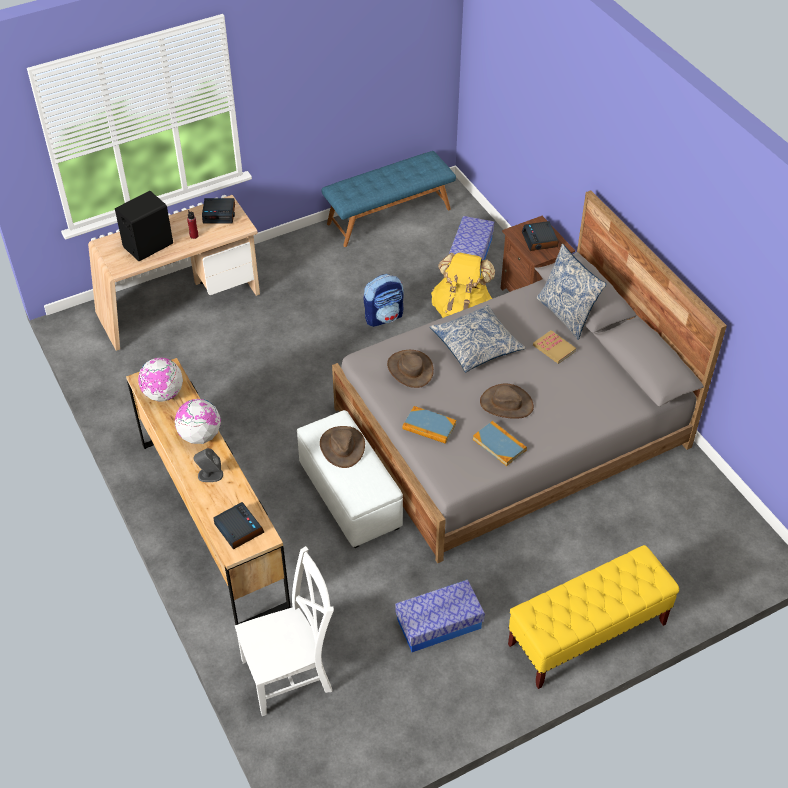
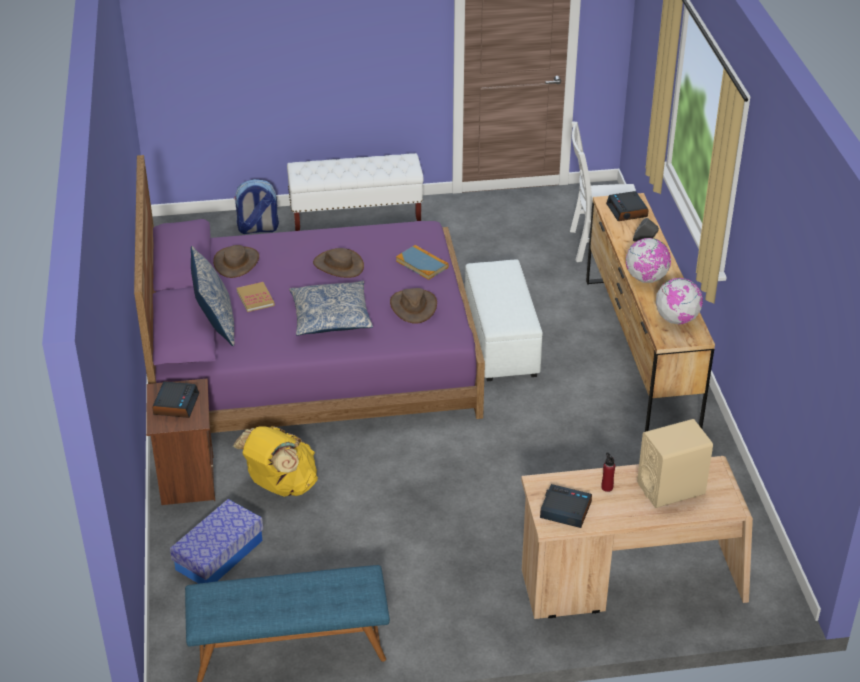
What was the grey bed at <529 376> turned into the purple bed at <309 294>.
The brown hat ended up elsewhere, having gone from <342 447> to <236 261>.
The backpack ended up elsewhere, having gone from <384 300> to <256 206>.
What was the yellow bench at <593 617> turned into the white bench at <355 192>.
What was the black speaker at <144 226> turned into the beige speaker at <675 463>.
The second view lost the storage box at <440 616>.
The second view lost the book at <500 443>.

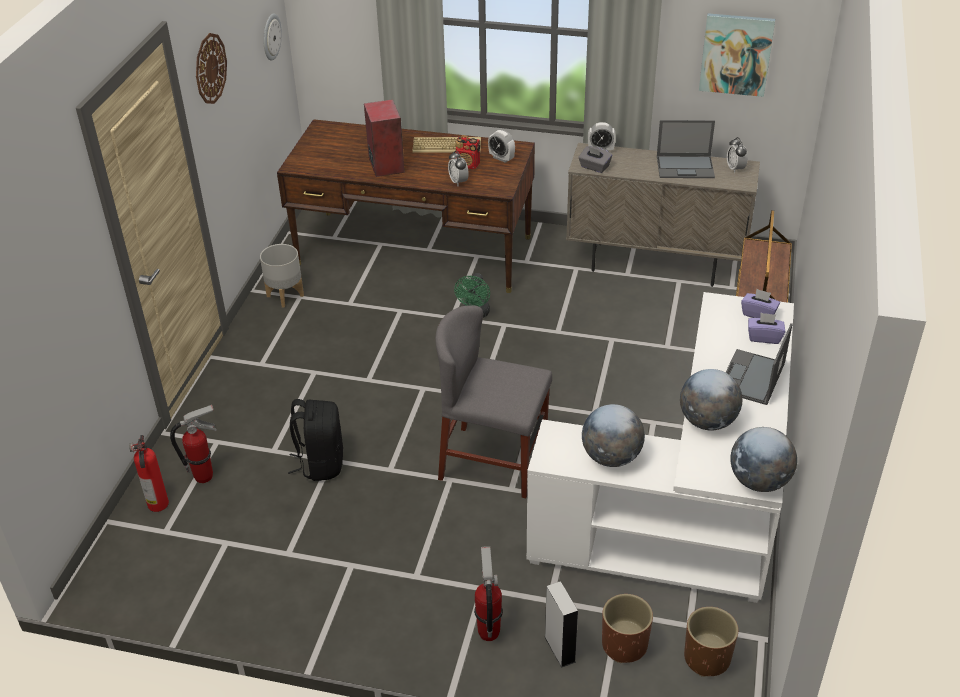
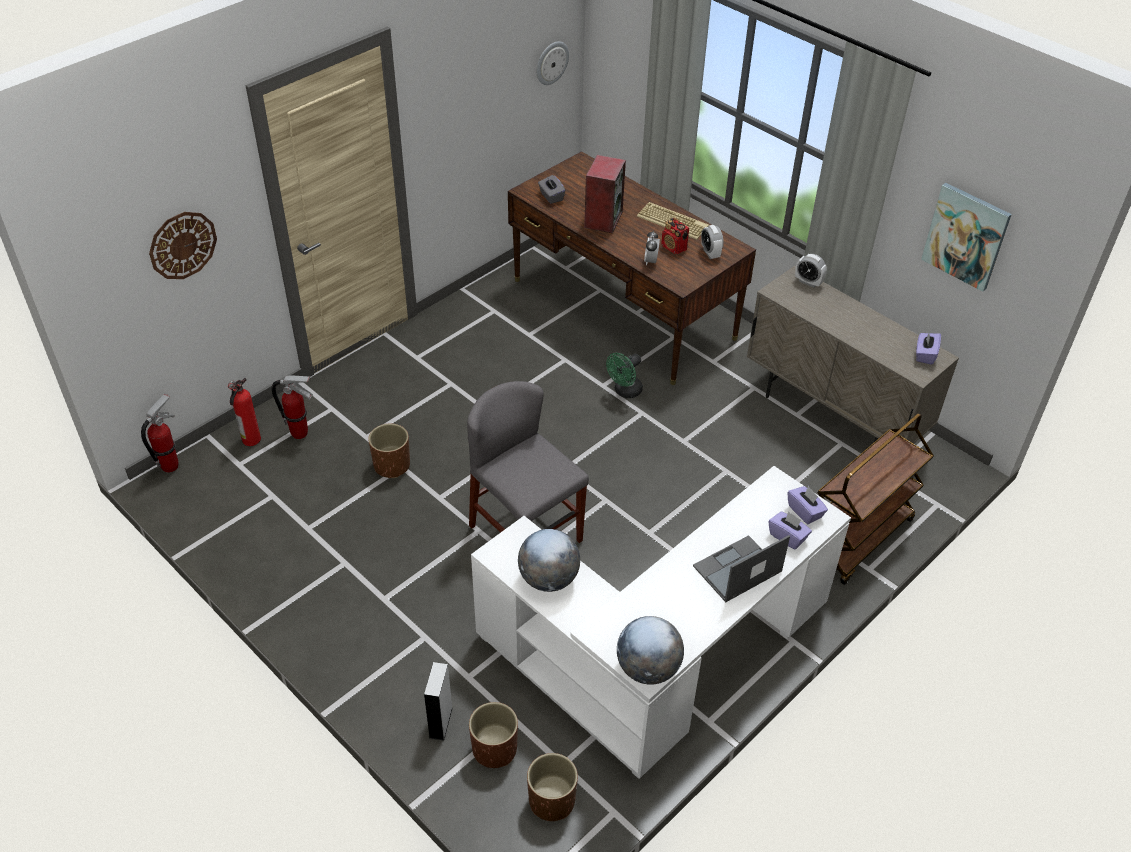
The fire extinguisher ended up elsewhere, having gone from <488 593> to <159 433>.
The wall clock ended up elsewhere, having gone from <211 68> to <183 245>.
Where the black backpack stood at <315 440>, the brown planter came to stand at <389 450>.
The grey tissue box ended up elsewhere, having gone from <595 159> to <551 189>.
Where the alarm clock stood at <737 155>, the purple tissue box came to stand at <928 348>.
The second view lost the grey planter at <282 276>.
The second view lost the laptop at <686 149>.
The second view lost the globe at <711 399>.

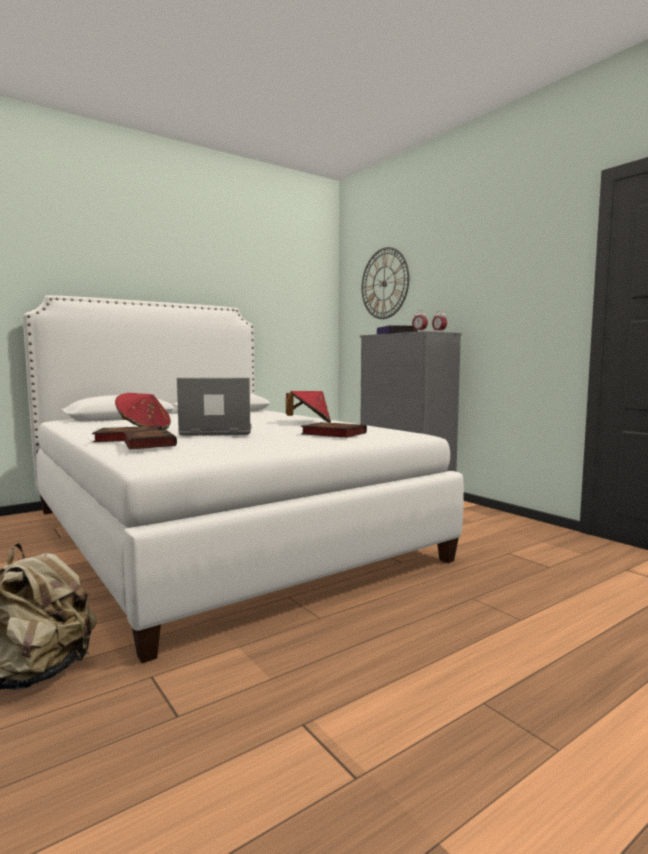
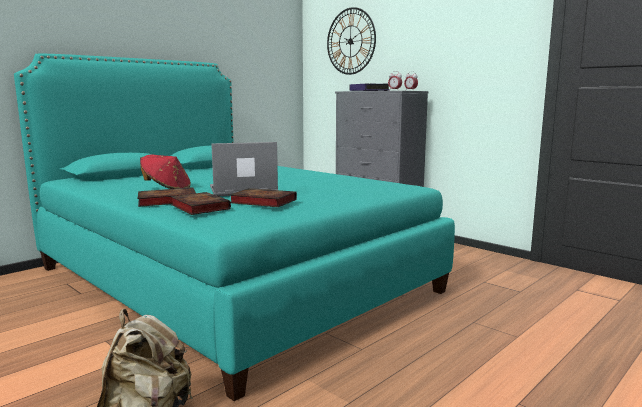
What was the white bed at <243 479> turned into the turquoise bed at <234 227>.
The book ended up elsewhere, having gone from <334 430> to <263 197>.
The second view lost the red hat at <308 407>.

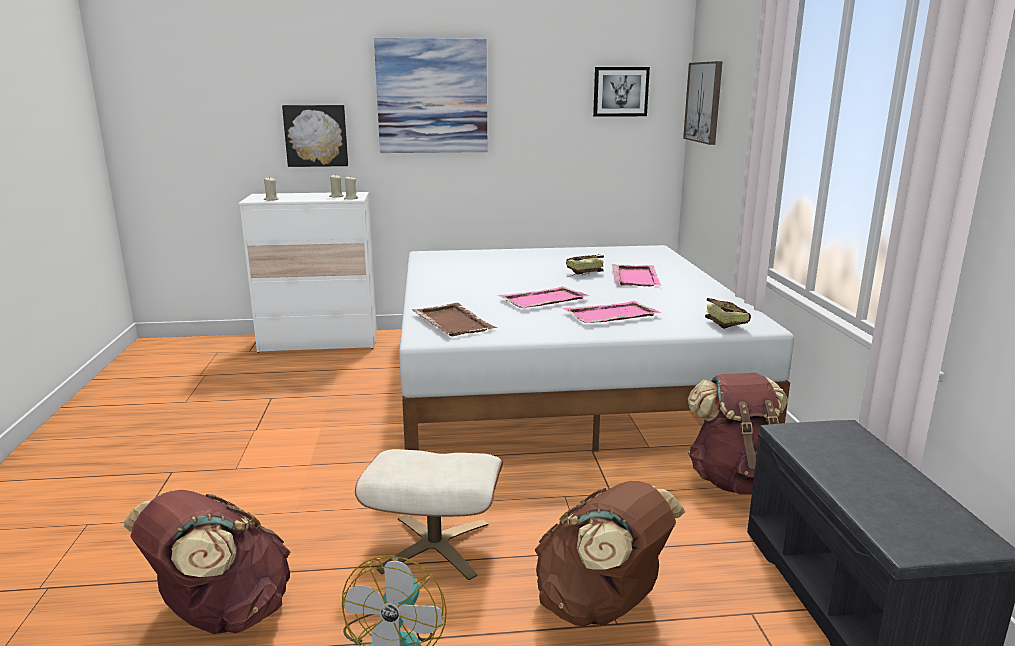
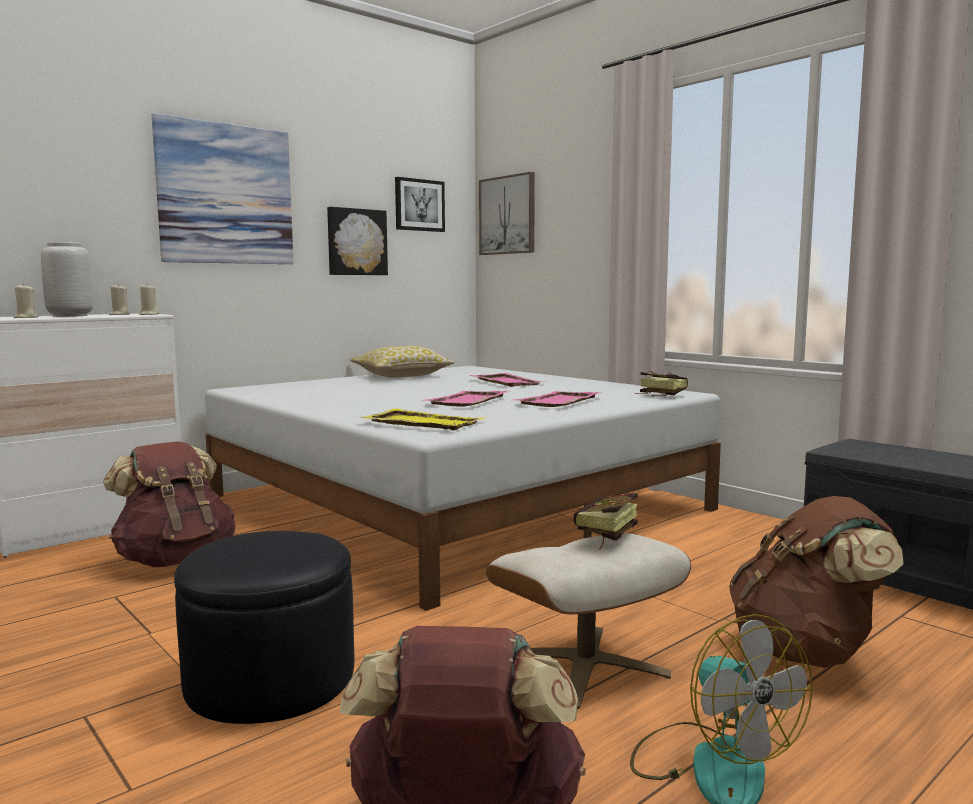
The second view gained the grey vase at <67 279>.
The brown backpack ended up elsewhere, having gone from <738 434> to <169 504>.
The second view gained the black ottoman at <264 627>.
The picture ended up elsewhere, having gone from <315 136> to <357 241>.
The second view gained the pillow at <402 362>.
What was the brown tray at <454 319> turned into the yellow tray at <422 419>.
The book ended up elsewhere, having gone from <585 265> to <605 521>.

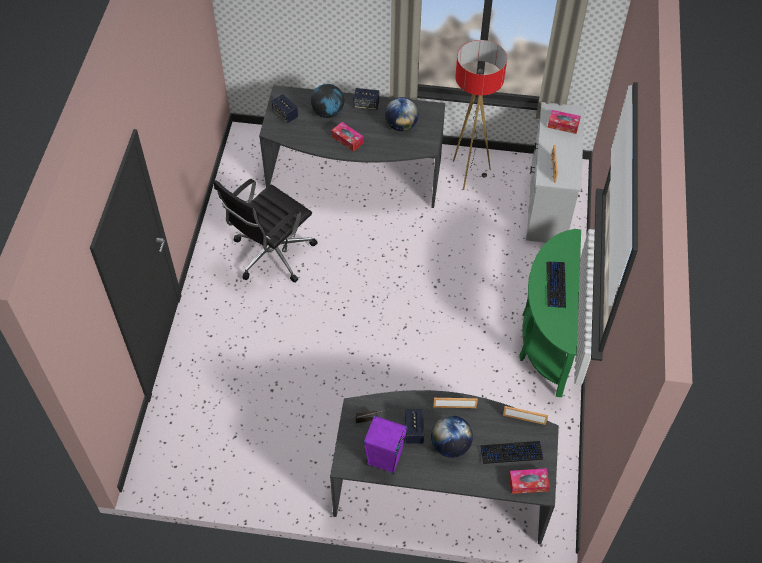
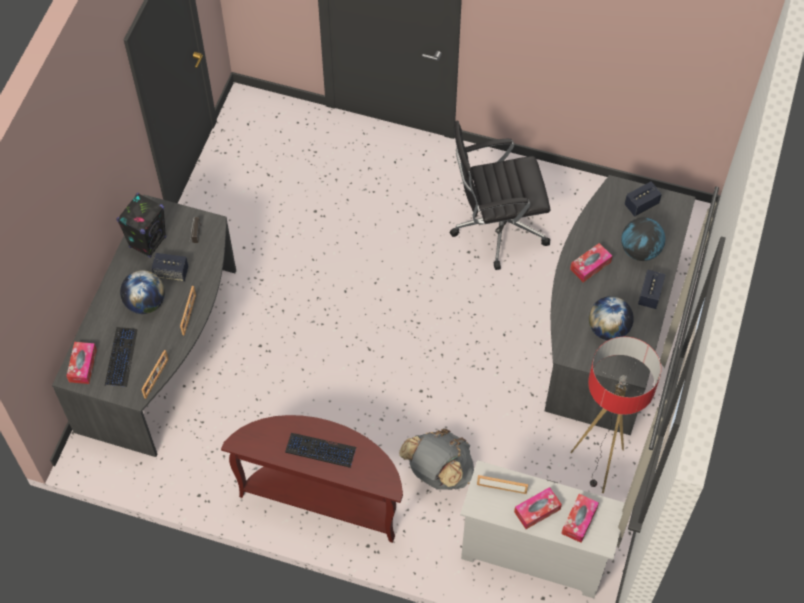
What was the purple speaker at <385 445> turned into the black speaker at <141 225>.
What was the green console table at <550 313> turned into the brown console table at <312 479>.
The second view gained the grey backpack at <436 459>.
The black office chair at <266 230> ended up facing another way, 60 degrees counterclockwise from before.
The second view gained the tissue box at <538 508>.

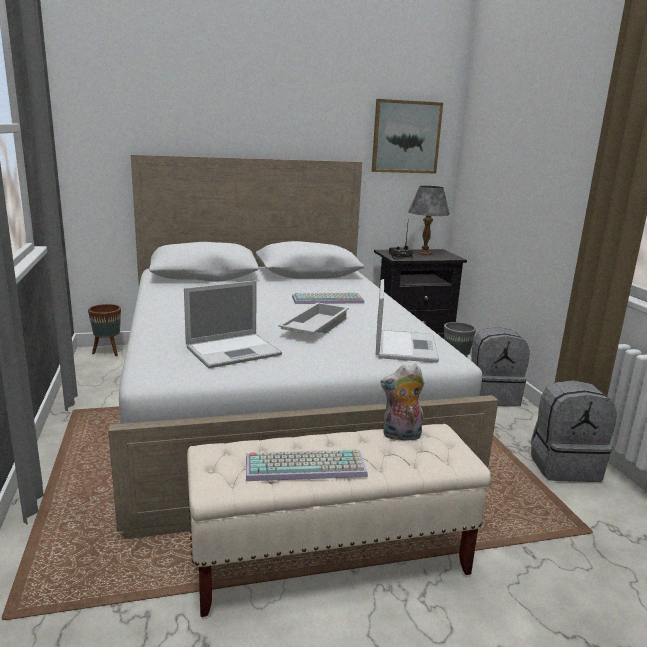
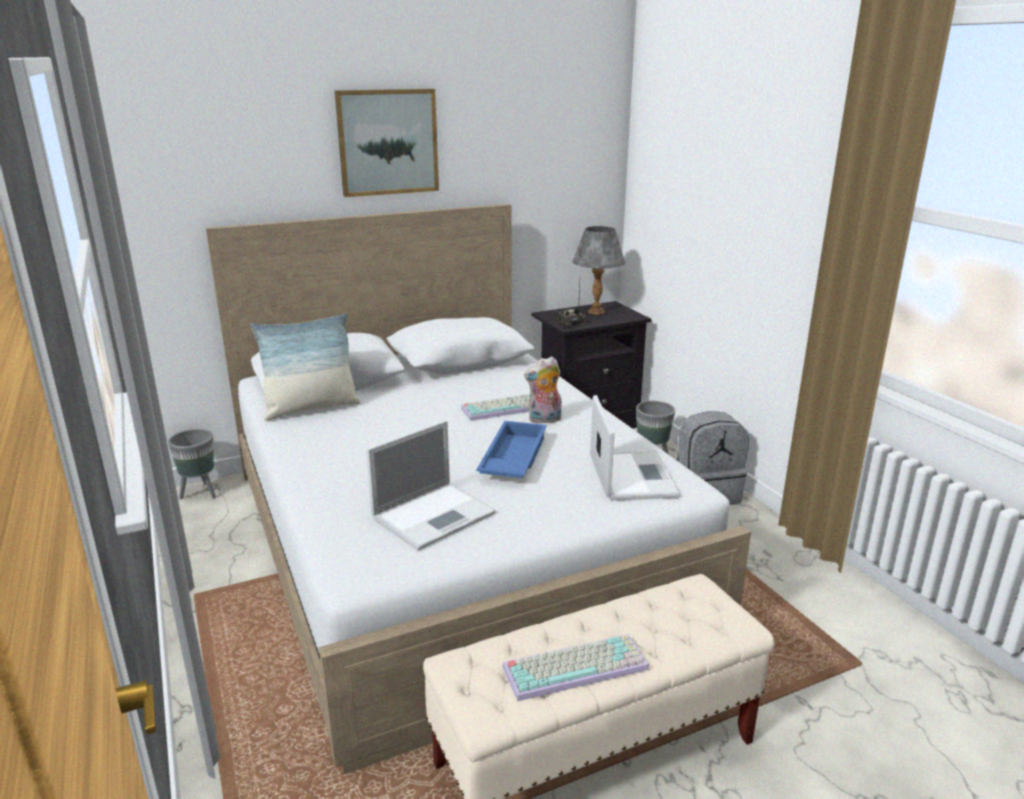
What was the brown planter at <104 330> turned into the grey planter at <192 464>.
The second view gained the pillow at <306 367>.
The picture ended up elsewhere, having gone from <407 136> to <387 143>.
What was the white tray at <313 318> turned into the blue tray at <511 449>.
The plush toy ended up elsewhere, having gone from <402 403> to <543 390>.
The second view lost the grey backpack at <574 431>.

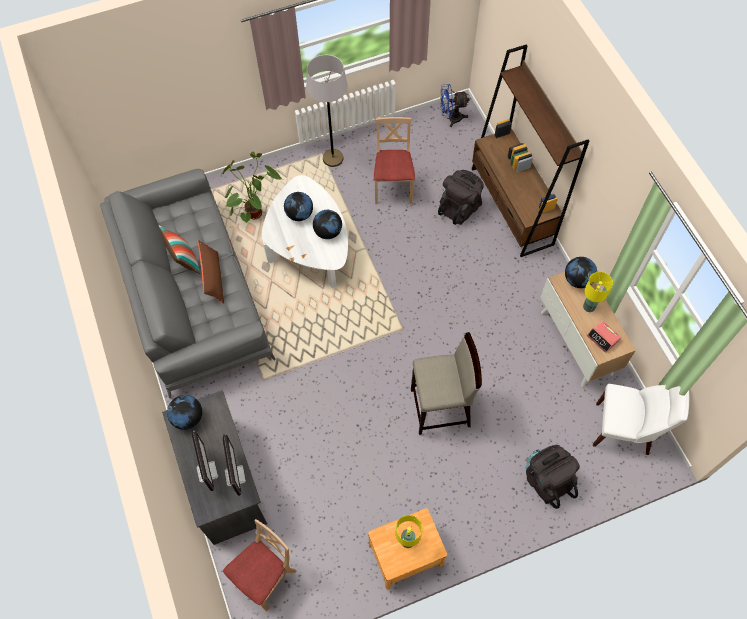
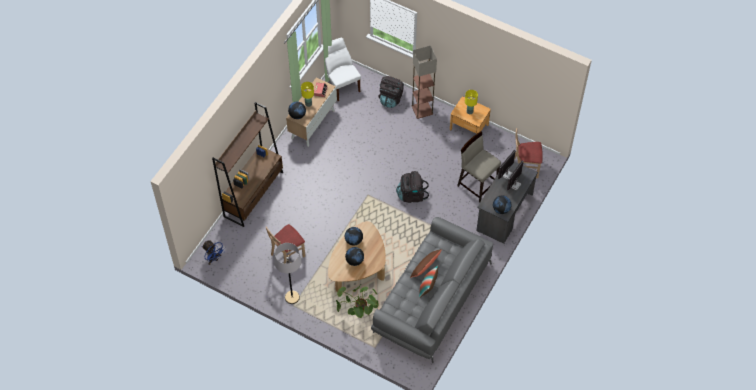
What was the white coffee table at <305 231> turned into the brown coffee table at <357 256>.
The black backpack ended up elsewhere, having gone from <461 197> to <412 187>.
The second view gained the floor lamp at <424 82>.
The beige stool ended up elsewhere, having gone from <446 383> to <479 167>.

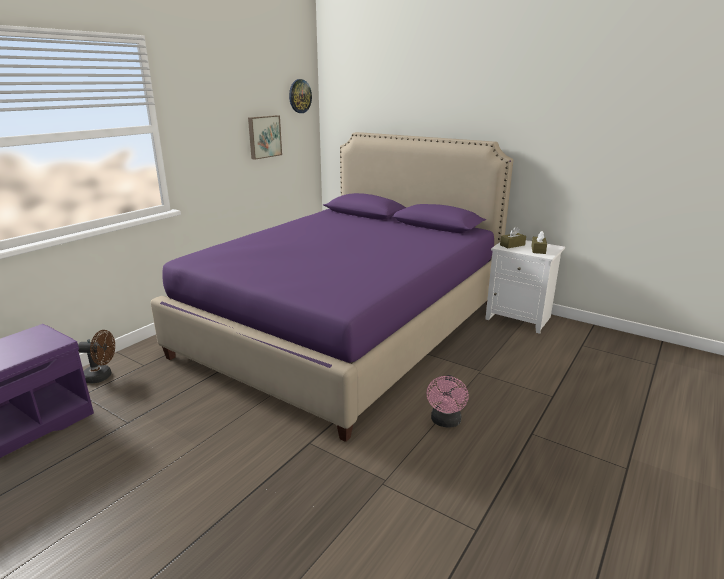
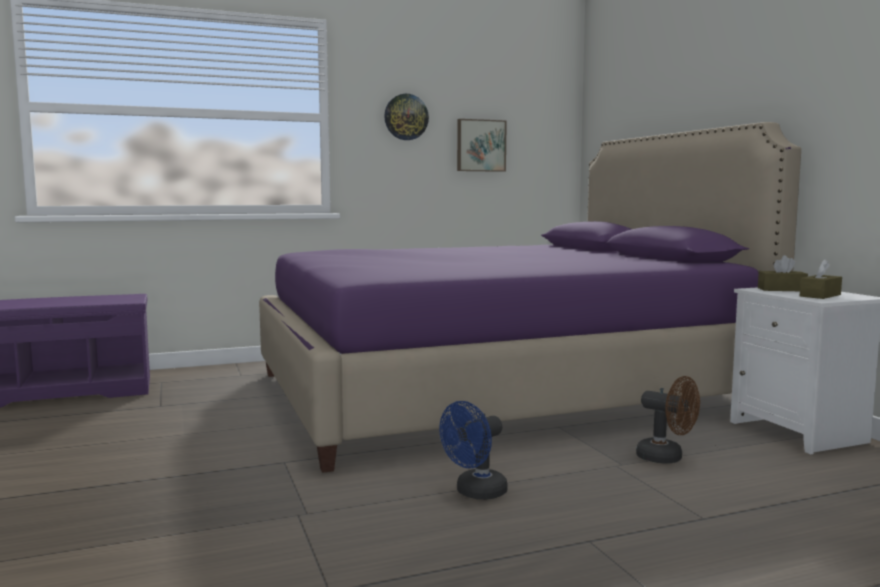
The wall clock ended up elsewhere, having gone from <300 96> to <406 117>.
What was the pink fan at <448 401> turned into the blue fan at <473 450>.
The brown fan ended up elsewhere, having gone from <96 356> to <668 420>.

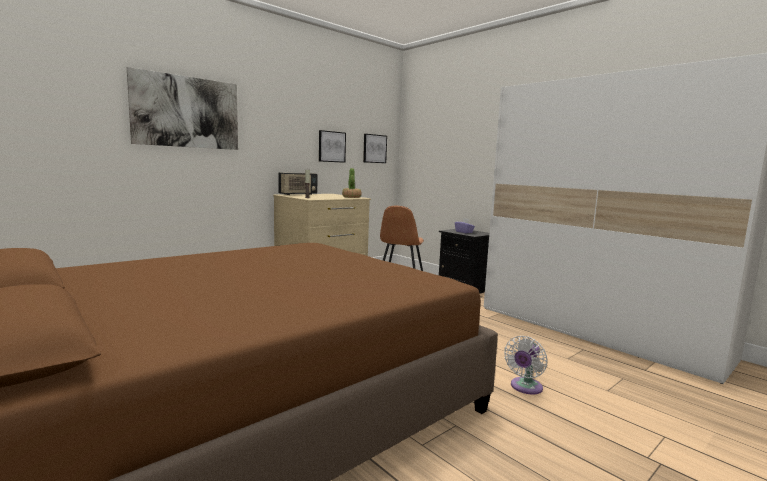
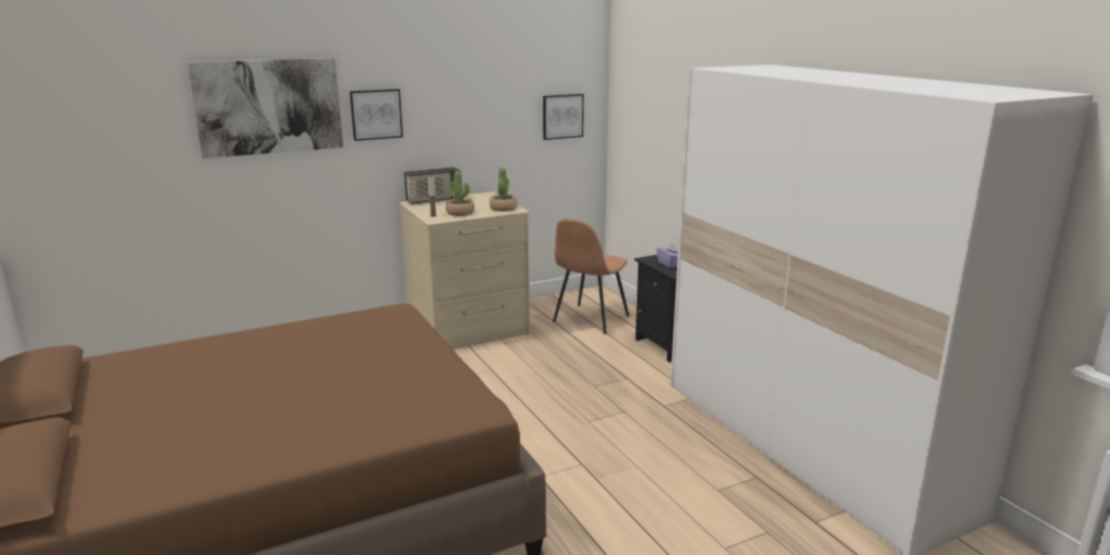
The picture ended up elsewhere, having gone from <332 146> to <376 115>.
The second view gained the potted plant at <460 193>.
The second view lost the white fan at <525 365>.

